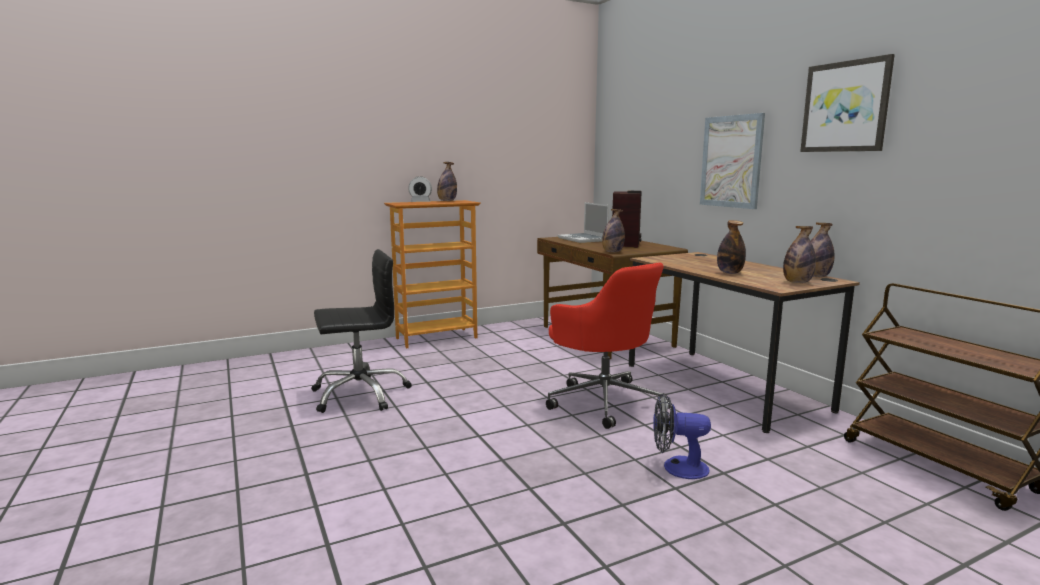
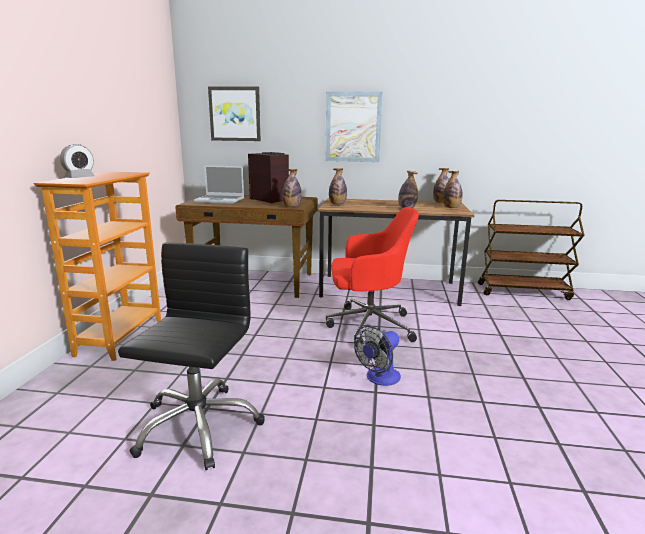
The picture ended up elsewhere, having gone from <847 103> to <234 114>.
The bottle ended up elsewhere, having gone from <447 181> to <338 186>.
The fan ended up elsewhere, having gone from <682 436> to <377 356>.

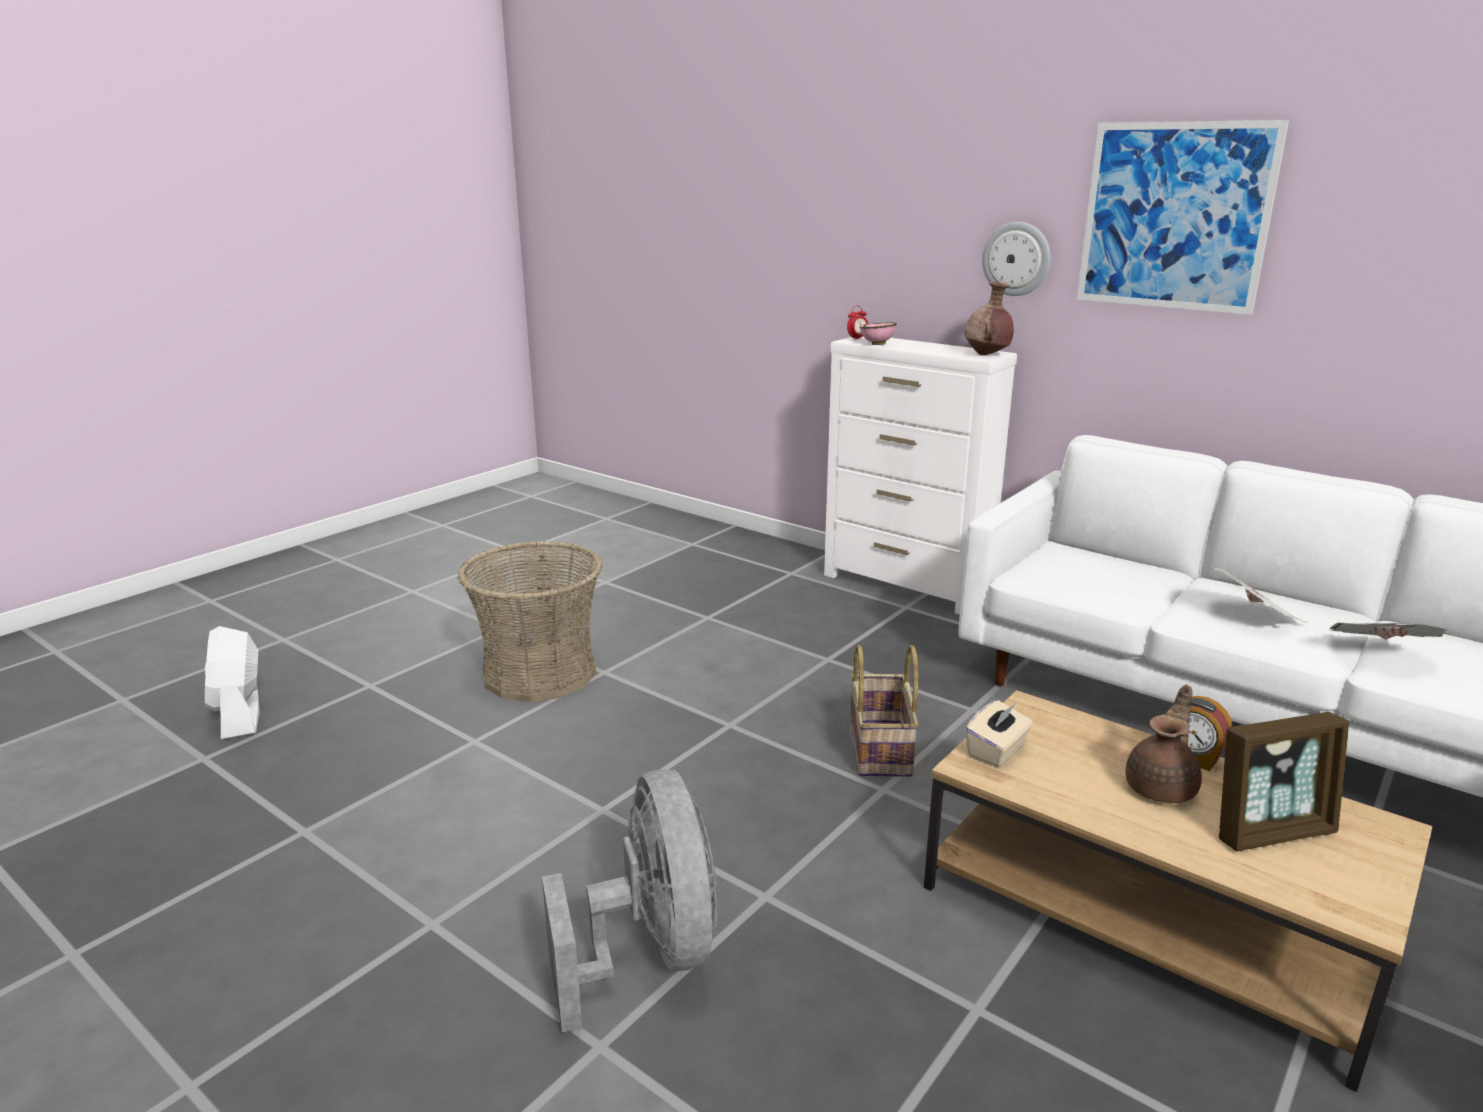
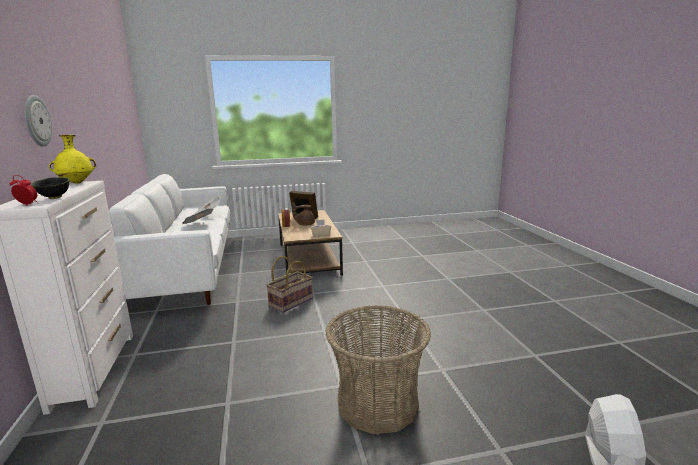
What was the pink bowl at <878 333> turned into the black bowl at <50 188>.
What was the brown vase at <989 318> turned into the yellow vase at <72 159>.
The second view lost the grey fan at <629 900>.
The second view lost the picture at <1183 217>.

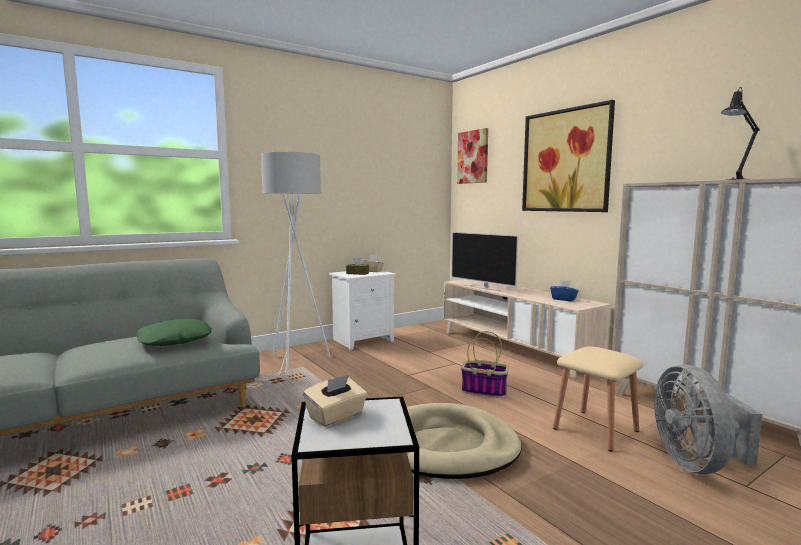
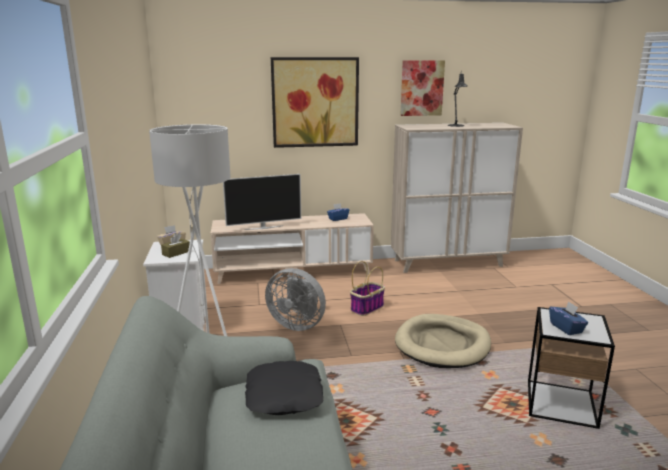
What was the green pillow at <174 332> turned into the black pillow at <284 388>.
The grey fan ended up elsewhere, having gone from <708 419> to <295 299>.
The picture ended up elsewhere, having gone from <472 156> to <422 88>.
What was the beige tissue box at <335 400> turned into the blue tissue box at <568 318>.
The second view lost the beige stool at <598 399>.

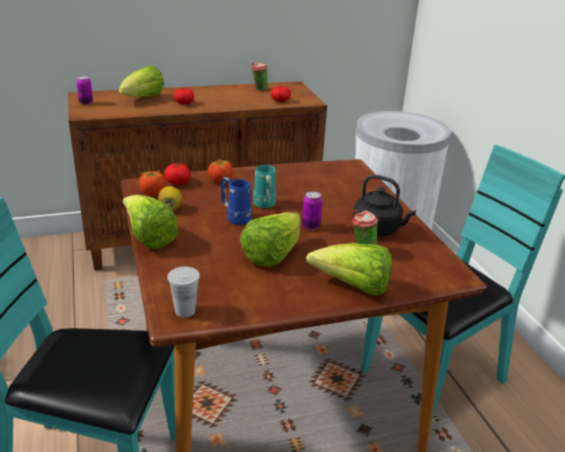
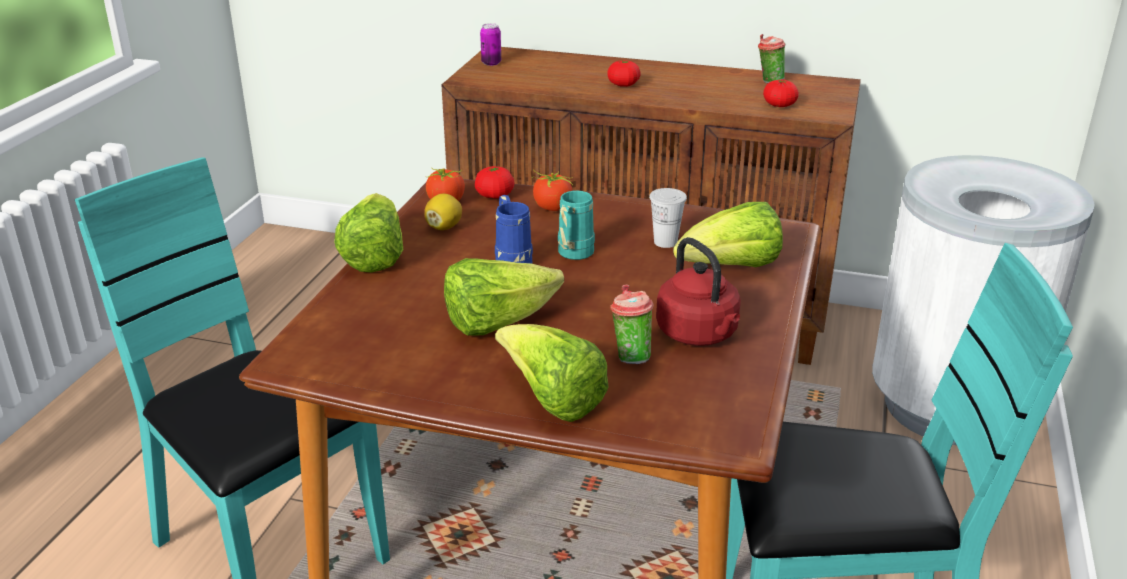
The white cup ended up elsewhere, having gone from <183 292> to <668 218>.
What was the black kettle at <384 205> turned into the red kettle at <698 291>.
The lettuce ended up elsewhere, having gone from <141 81> to <728 234>.
The second view lost the can at <312 210>.

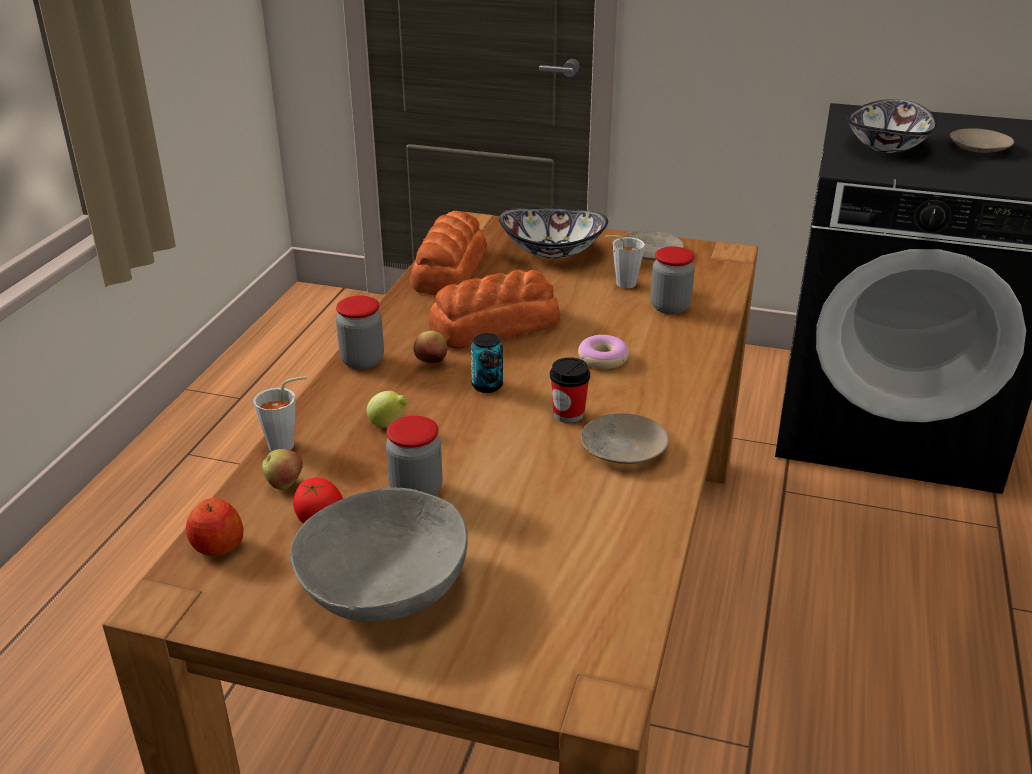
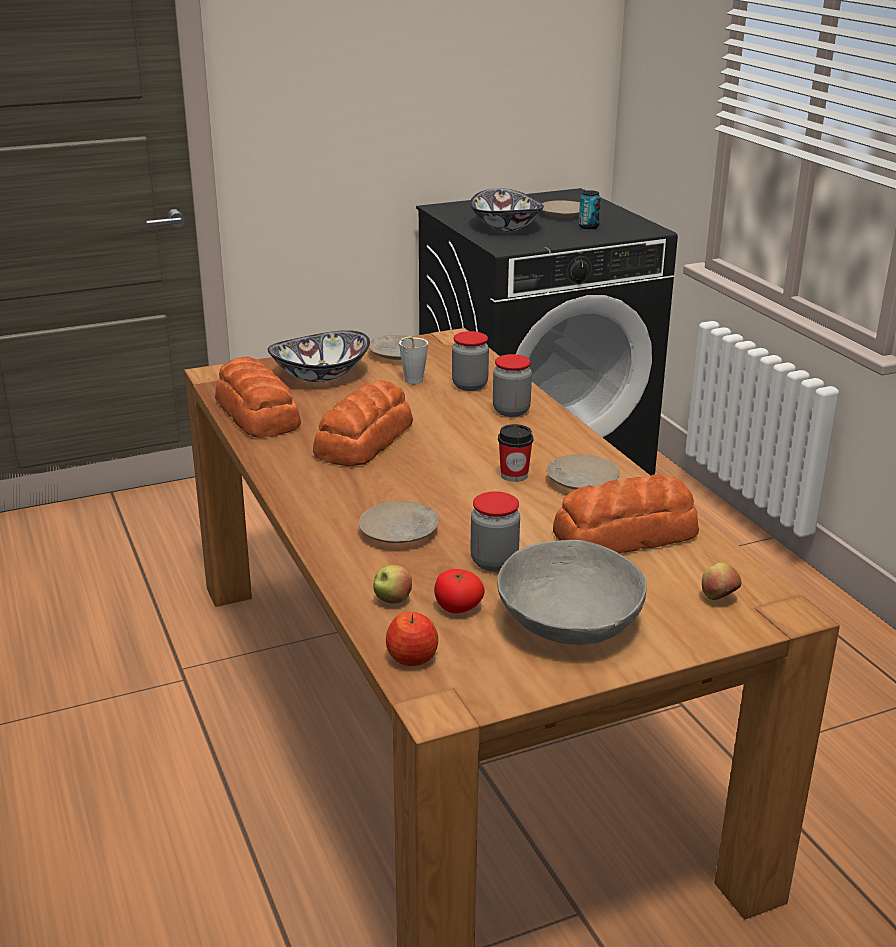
Where the lemon stood at <387 409>, the beige plate came to stand at <399 522>.
The jar ended up elsewhere, having gone from <360 332> to <512 385>.
The second view gained the bread at <626 514>.
The can ended up elsewhere, having gone from <487 363> to <590 209>.
The apple ended up elsewhere, having gone from <430 347> to <721 581>.
The second view lost the grey cup at <280 414>.
The second view lost the donut at <603 352>.

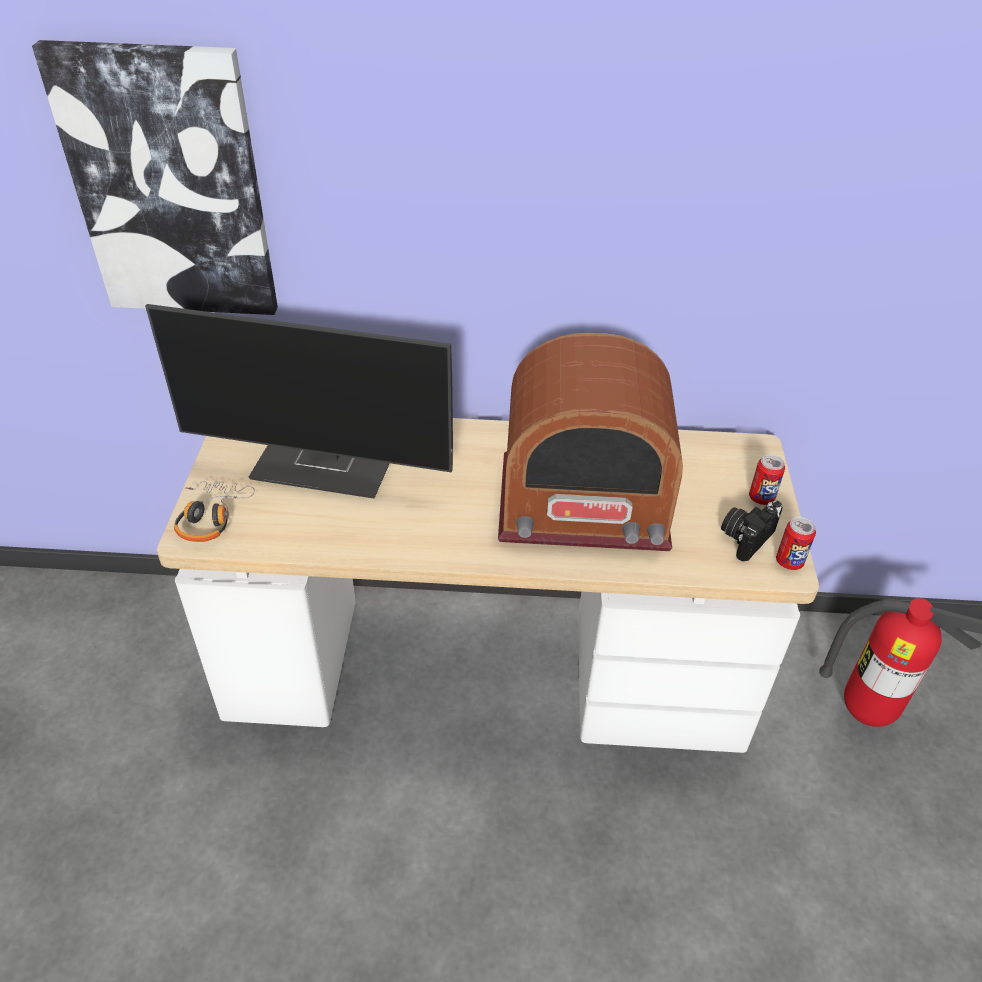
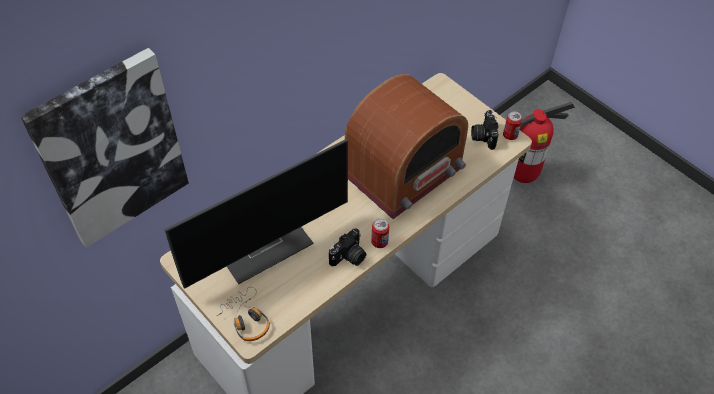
The second view gained the photo camera at <347 247>.
The can ended up elsewhere, having gone from <767 479> to <380 233>.

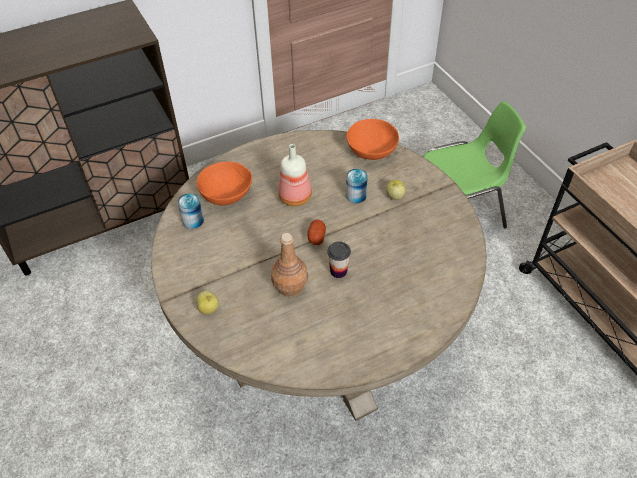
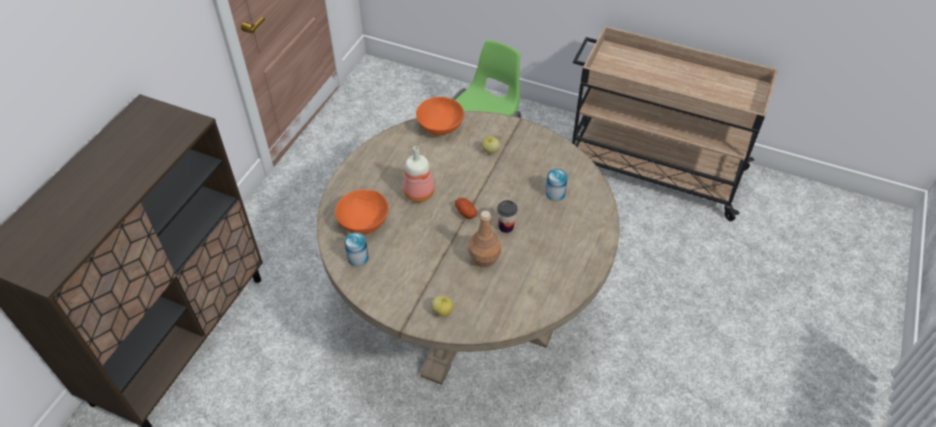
The can ended up elsewhere, having gone from <357 186> to <557 185>.

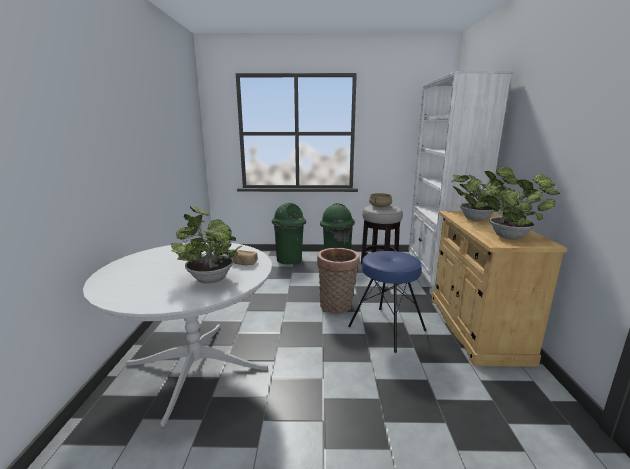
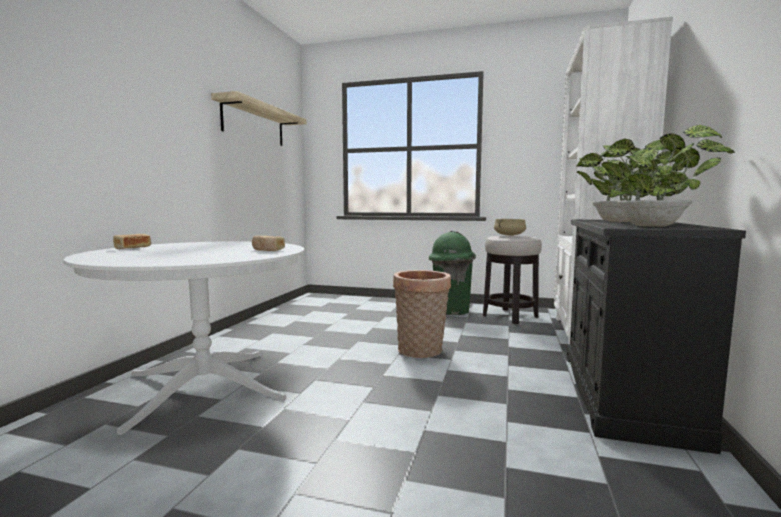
The second view gained the bread at <132 241>.
The second view gained the shelf at <259 118>.
What was the beige cabinet at <499 289> turned into the black cabinet at <656 337>.
The second view lost the potted plant at <207 245>.
The second view lost the green trash can at <289 233>.
The second view lost the blue stool at <387 302>.

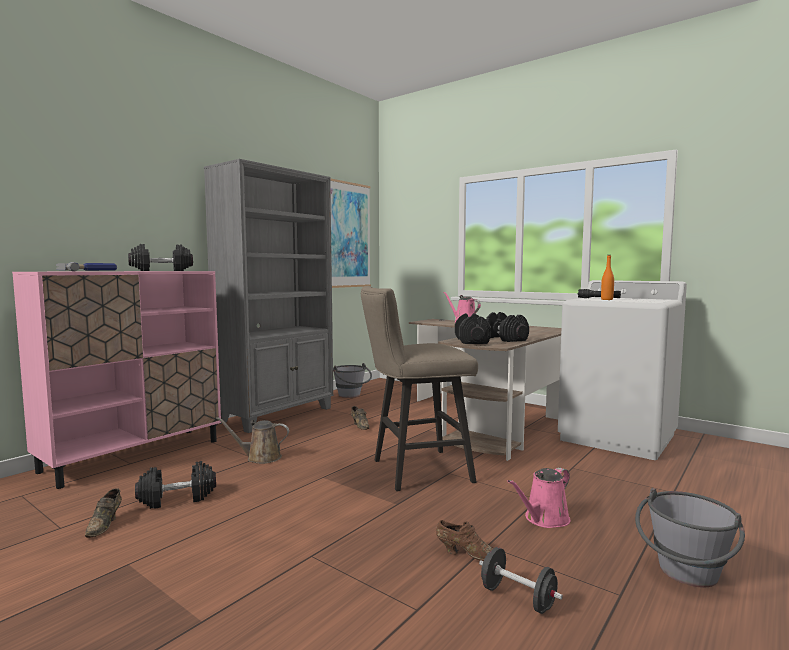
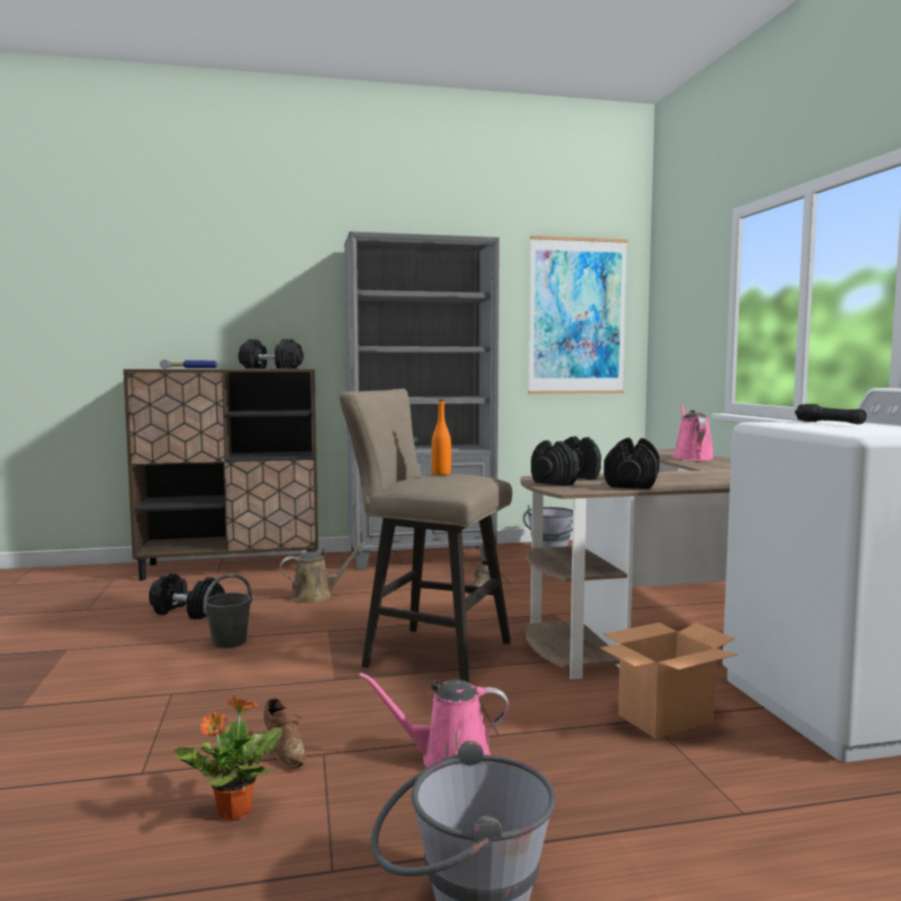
What was the pink cabinet at <116 380> turned into the brown cabinet at <220 474>.
Where the black dumbbell stood at <521 580>, the potted plant came to stand at <228 758>.
The second view gained the grey bucket at <227 611>.
The brown watering can at <252 440> ended up facing another way, 120 degrees clockwise from before.
The orange bottle ended up elsewhere, having gone from <607 277> to <441 437>.
The second view gained the cardboard box at <668 680>.
The second view lost the brown shoe at <103 513>.

